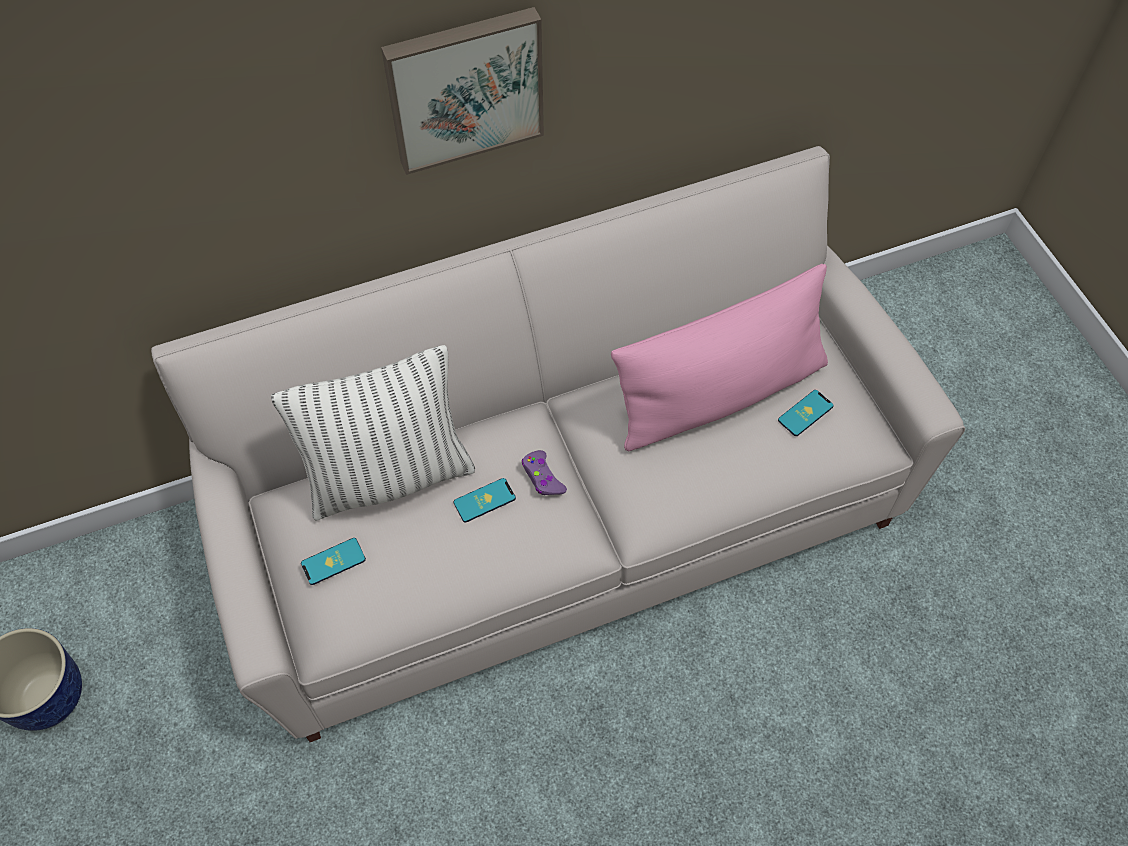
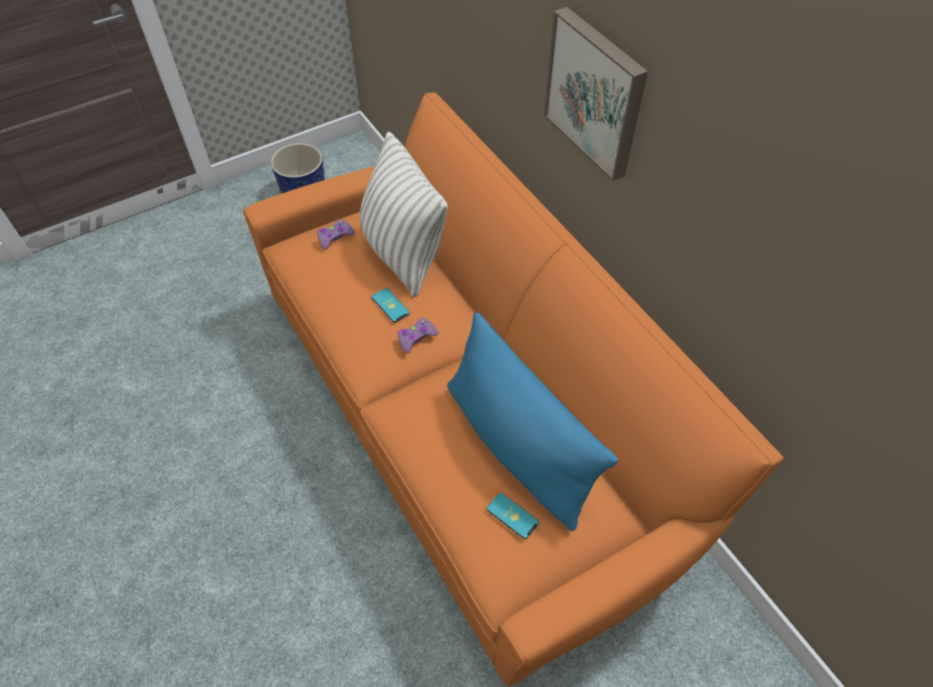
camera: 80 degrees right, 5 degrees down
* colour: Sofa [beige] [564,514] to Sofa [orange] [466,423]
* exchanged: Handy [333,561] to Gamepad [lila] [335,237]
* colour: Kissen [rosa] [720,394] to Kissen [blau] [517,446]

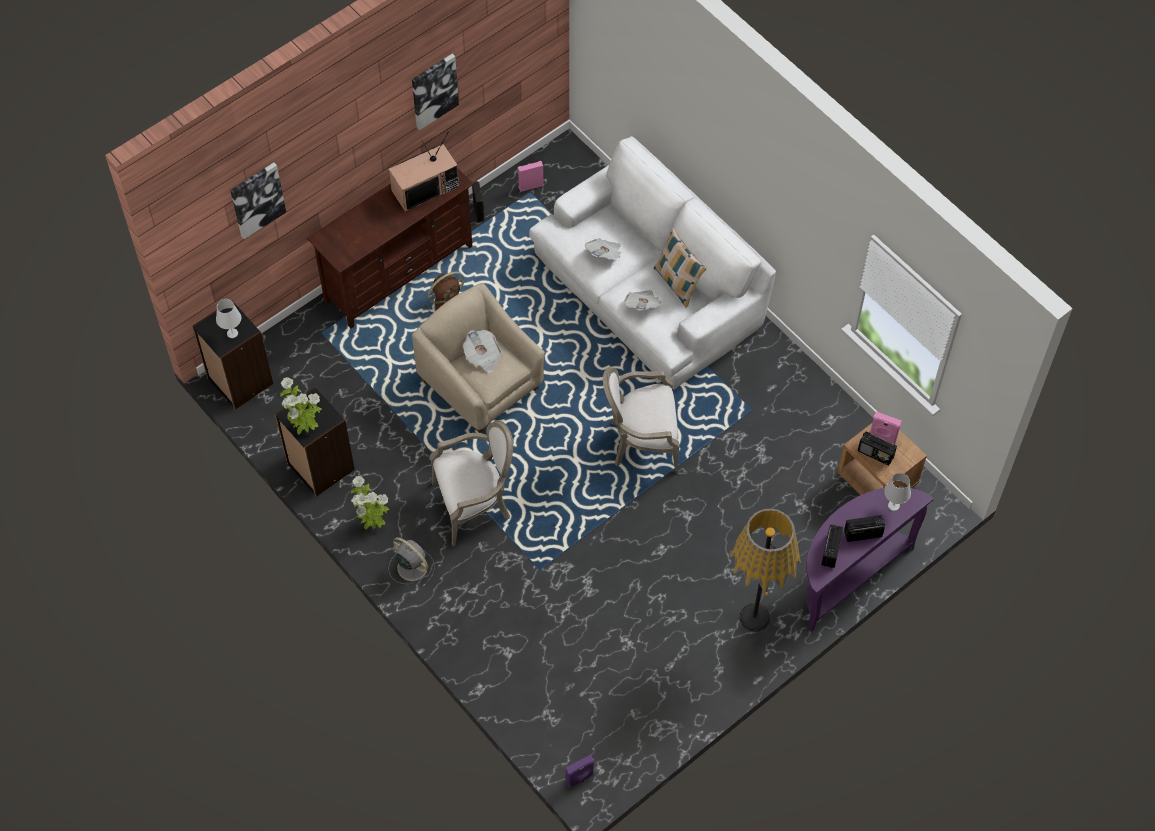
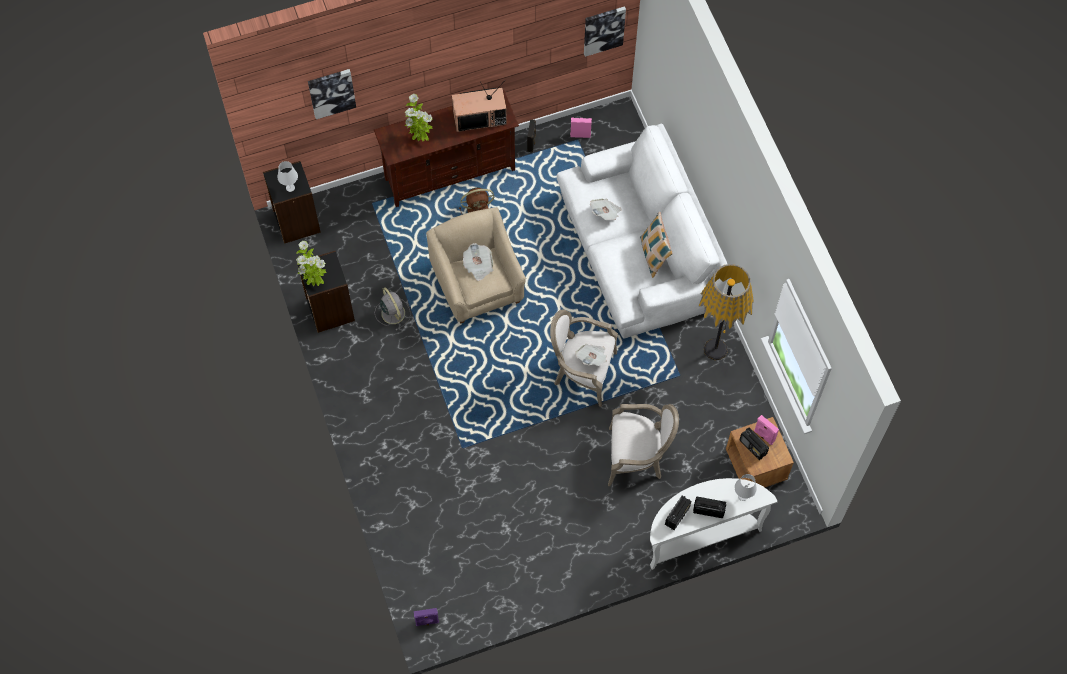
camera: 20 degrees right, 5 degrees up
* relocated: Topfpflanze [372,524] to [420,138]
* relocated: Ventilator [grau] [411,566] to [392,312]
* relocated: Bild [434,90] to [603,30]
* relocated: Sessel [475,504] to [637,457]
* relocated: Zeitung [642,305] to [592,358]
* relocated: Stehlampe [755,617] to [715,349]
* colour: Konsolentisch [lila] [848,574] to Konsolentisch [weiß] [700,534]

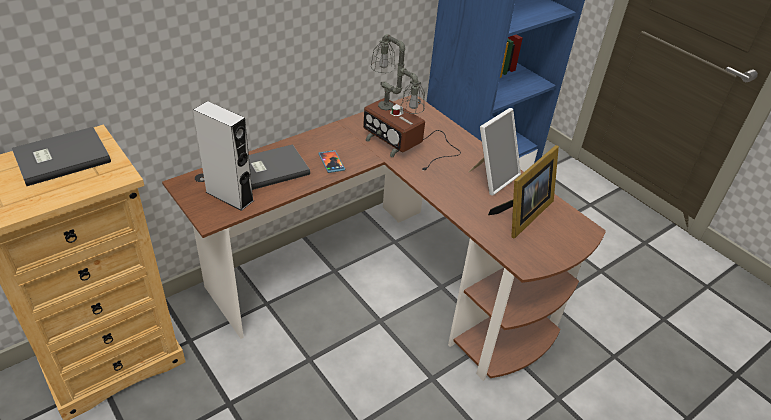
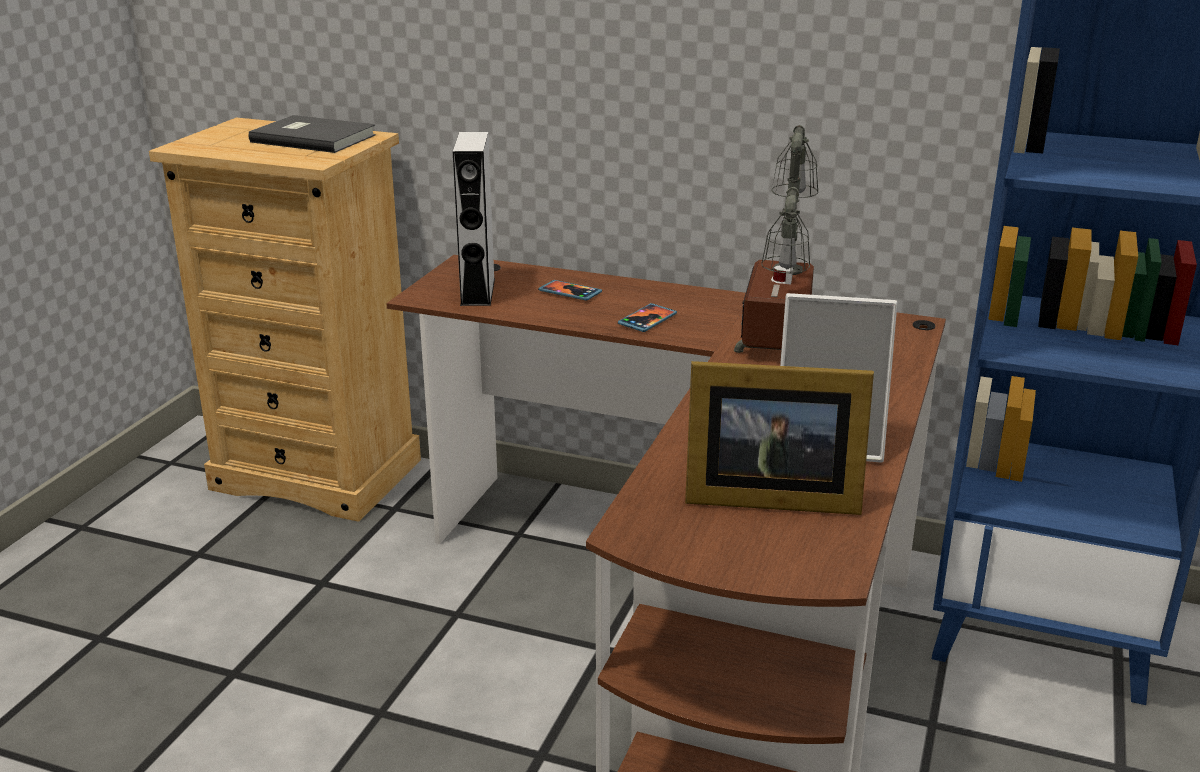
camera: 60 degrees right, 15 degrees down
* exchanged: Buch [grau] [270,168] to Handy [570,292]

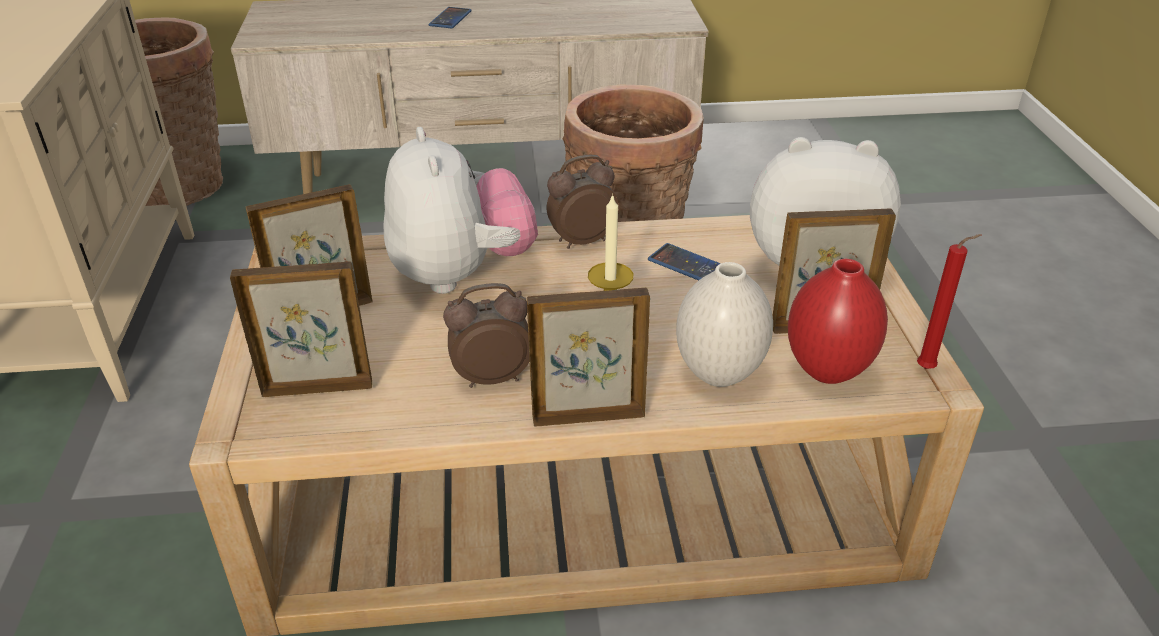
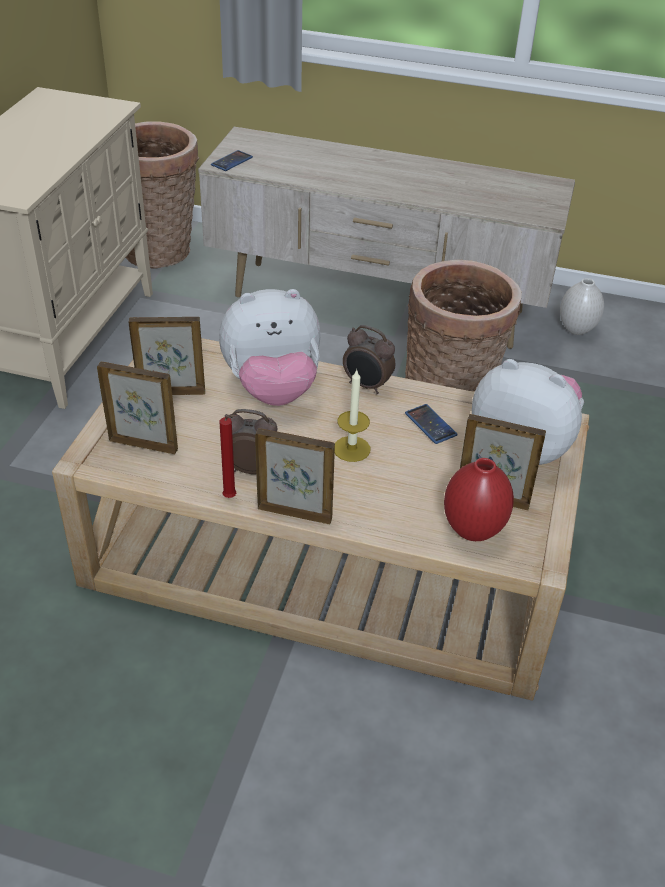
camera: 20 degrees right, 5 degrees up
* spun: Plüschtier [461,274] = [272,389] 75 degrees clockwise
* relocated: Handy [450,18] to [231,161]
* spun: Wecker [581,241] = [367,386] 150 degrees counterclockwise
* relocated: Vase [weiß] [717,373] to [576,329]
* relocated: Kerze [rot] [929,369] to [231,498]

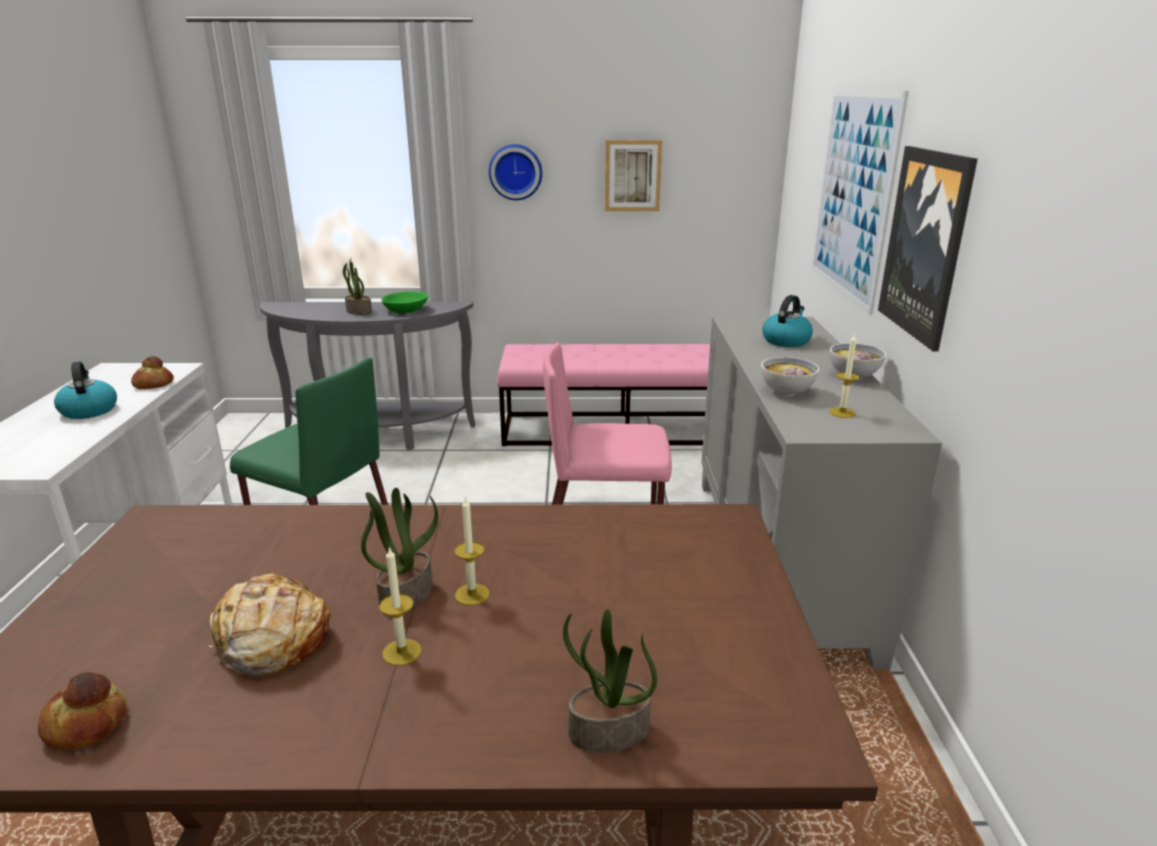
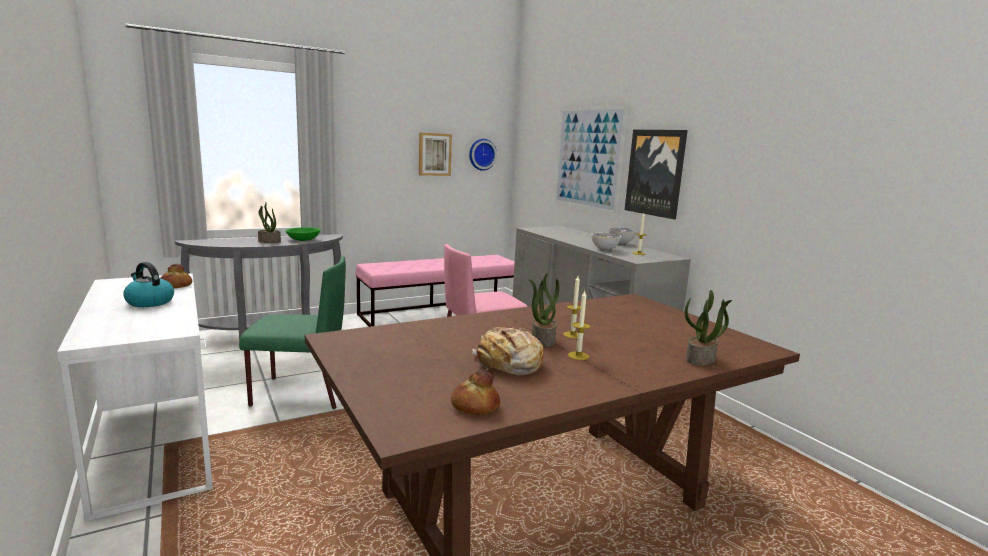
camera: 30 degrees left, 10 degrees down
* relocated: Wanduhr [515,172] to [481,154]
* missing: Wasserkessel [786,340]

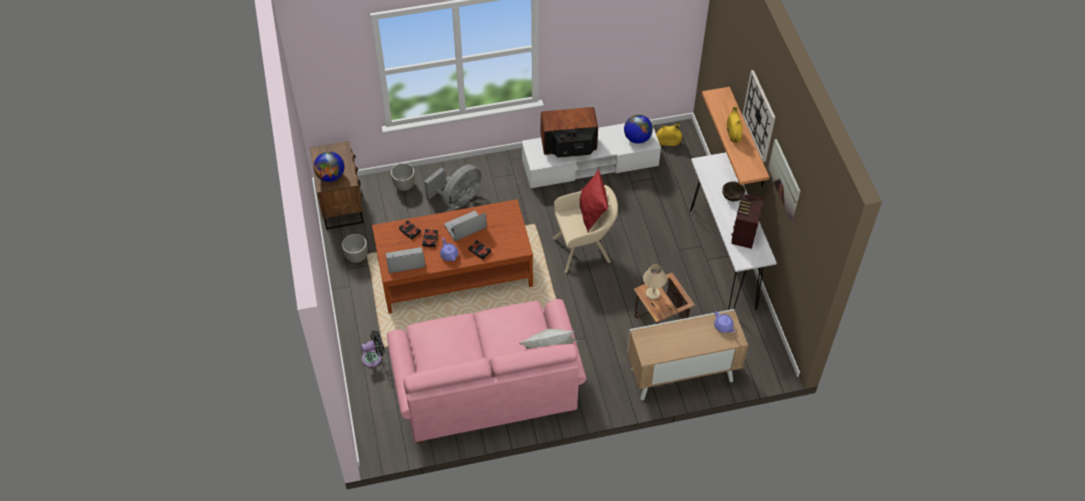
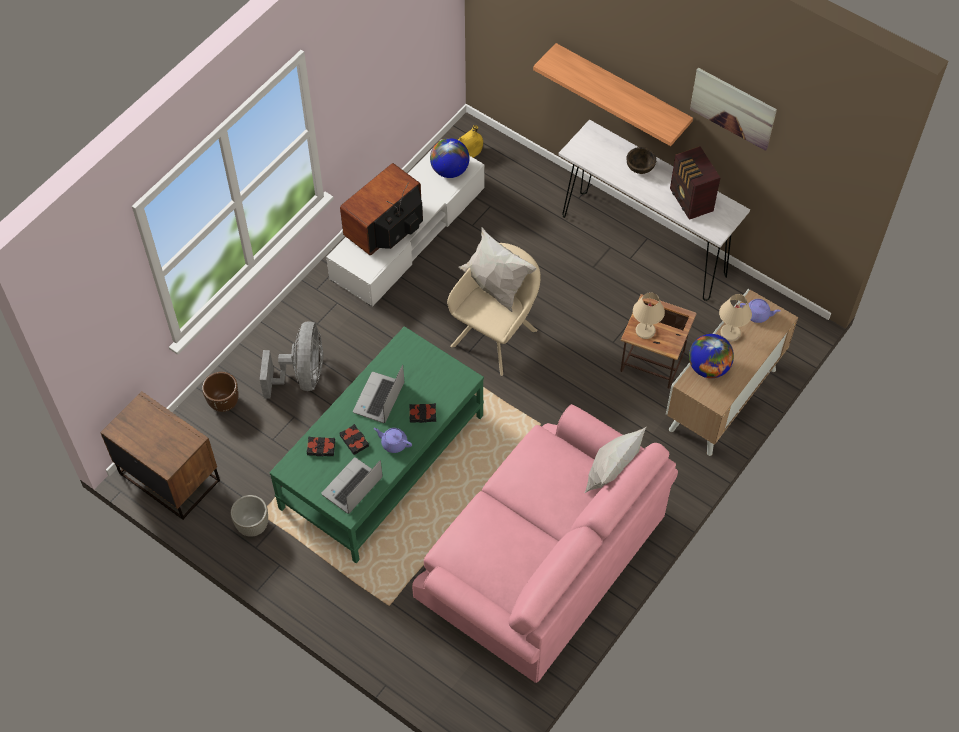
camera: 40 degrees left, 5 degrees up
* relocated: Globus [331,176] to [708,367]
* missing: Ventilator [schwarz] [374,358]
* colour: Couchtisch [braun] [454,272] to Couchtisch [grün] [382,462]
* colour: Pflanzkübel [grau] [404,186] to Pflanzkübel [braun] [224,402]
* colour: Kissen [rot] [591,214] to Kissen [weiß] [495,288]
* missing: Vase [gelb] [733,134]
* missing: Wanduhr [759,116]
* appeared: Tischlampe [beige] [730,333]

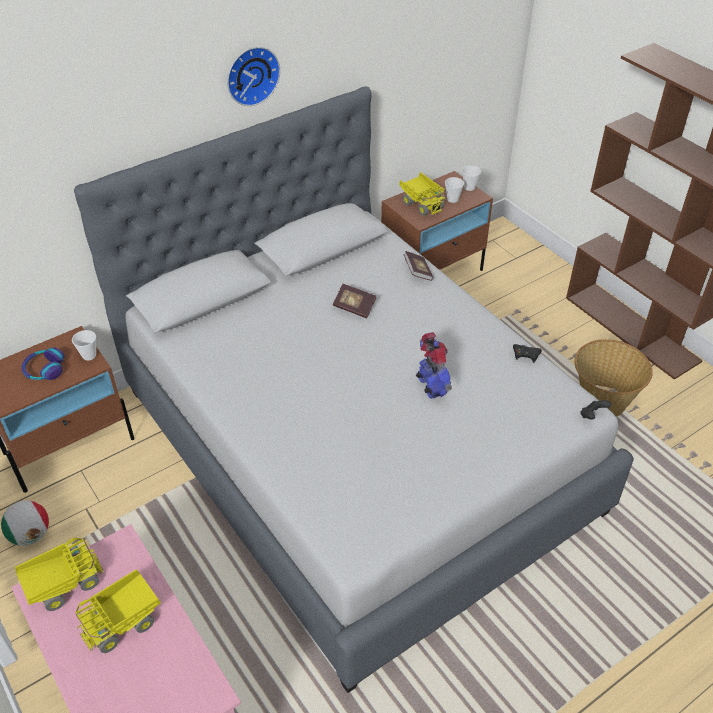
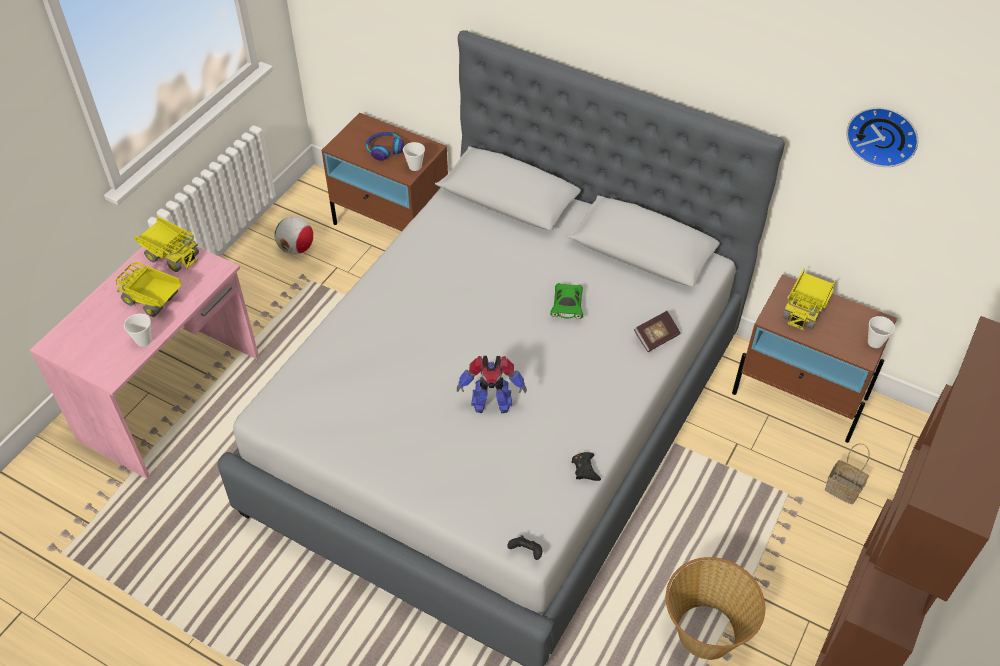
camera: 65 degrees right, 5 degrees up
* relocated: Wanduhr [251,74] to [883,134]
* exchanged: Buch [354,307] to Spielzeugauto [grün] [567,306]
* spun: Spielzeugroboter [431,387] = [491,403] 45 degrees clockwise
* relocated: Tasse [452,199] to [143,340]
* appeared: Korb [841,489]

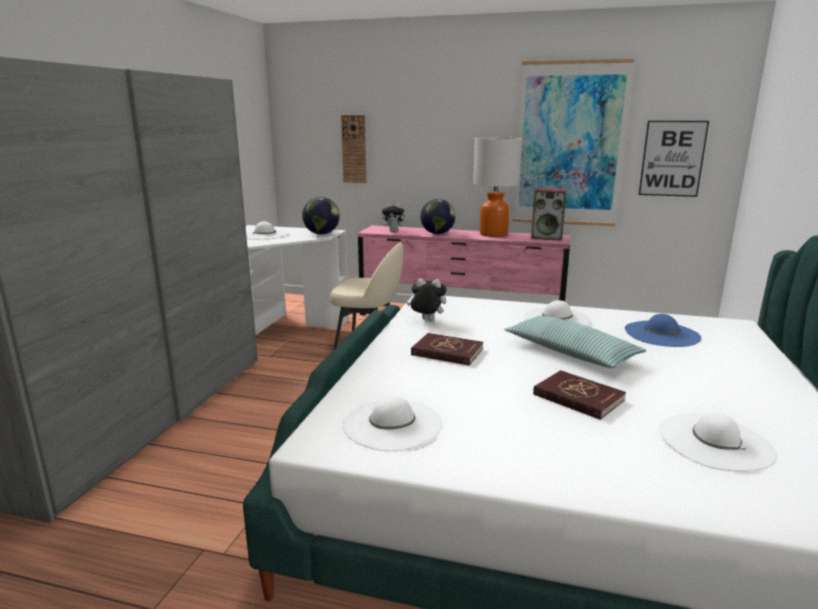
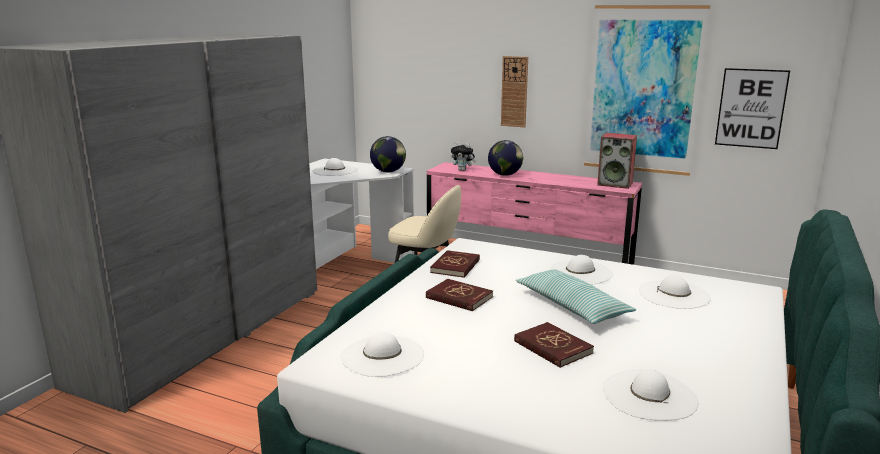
camera: 10 degrees right, 0 degrees up
* relocated: Wanduhr [354,149] to [514,91]
* exchanged: Plüschtier [426,321] to Buch [rot] [455,266]
* missing: Tischlampe [493,234]
* colour: Hut [blau] [661,333] to Hut [weiß] [674,294]

